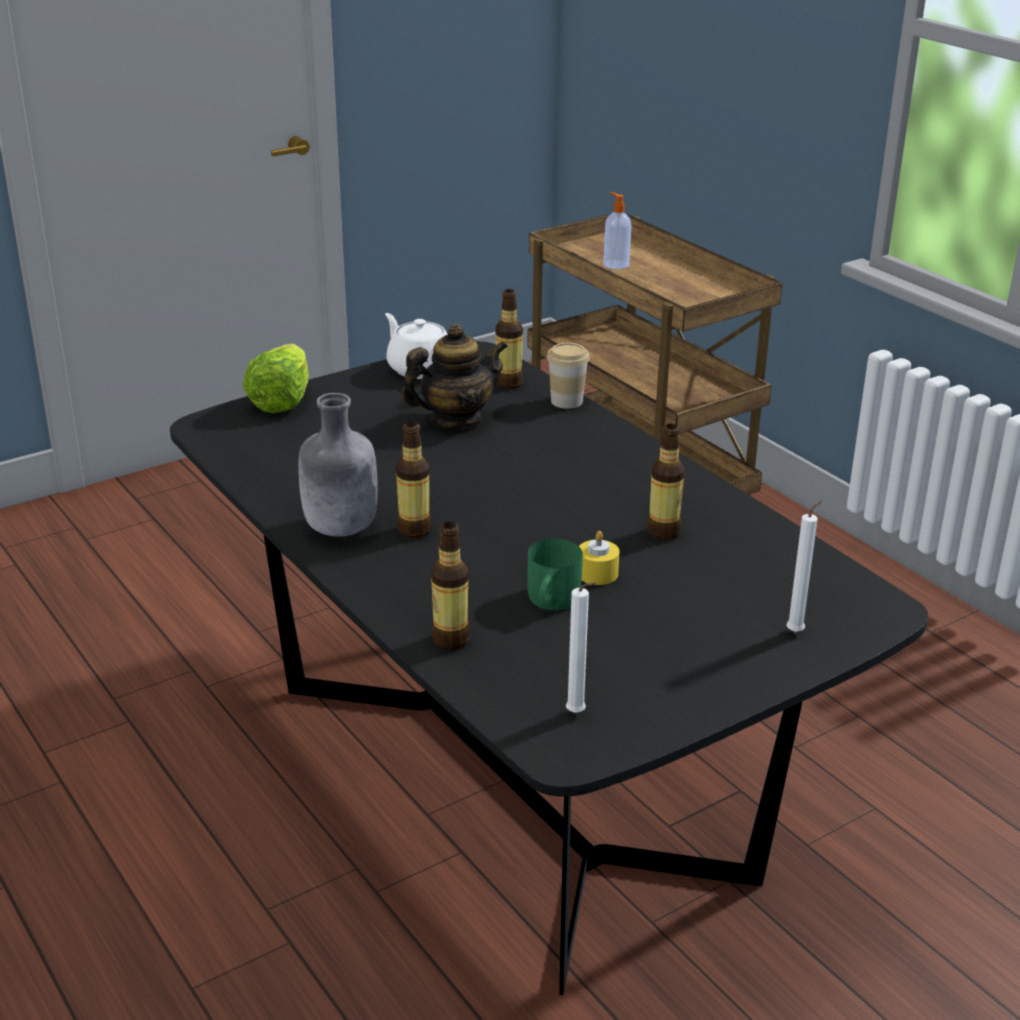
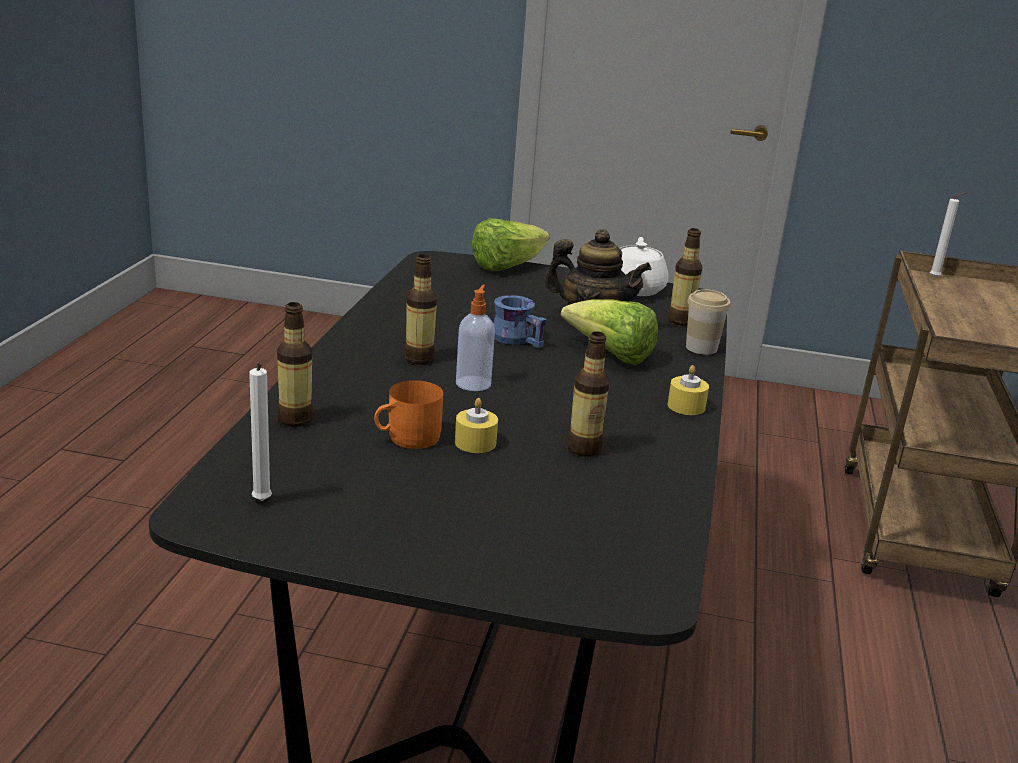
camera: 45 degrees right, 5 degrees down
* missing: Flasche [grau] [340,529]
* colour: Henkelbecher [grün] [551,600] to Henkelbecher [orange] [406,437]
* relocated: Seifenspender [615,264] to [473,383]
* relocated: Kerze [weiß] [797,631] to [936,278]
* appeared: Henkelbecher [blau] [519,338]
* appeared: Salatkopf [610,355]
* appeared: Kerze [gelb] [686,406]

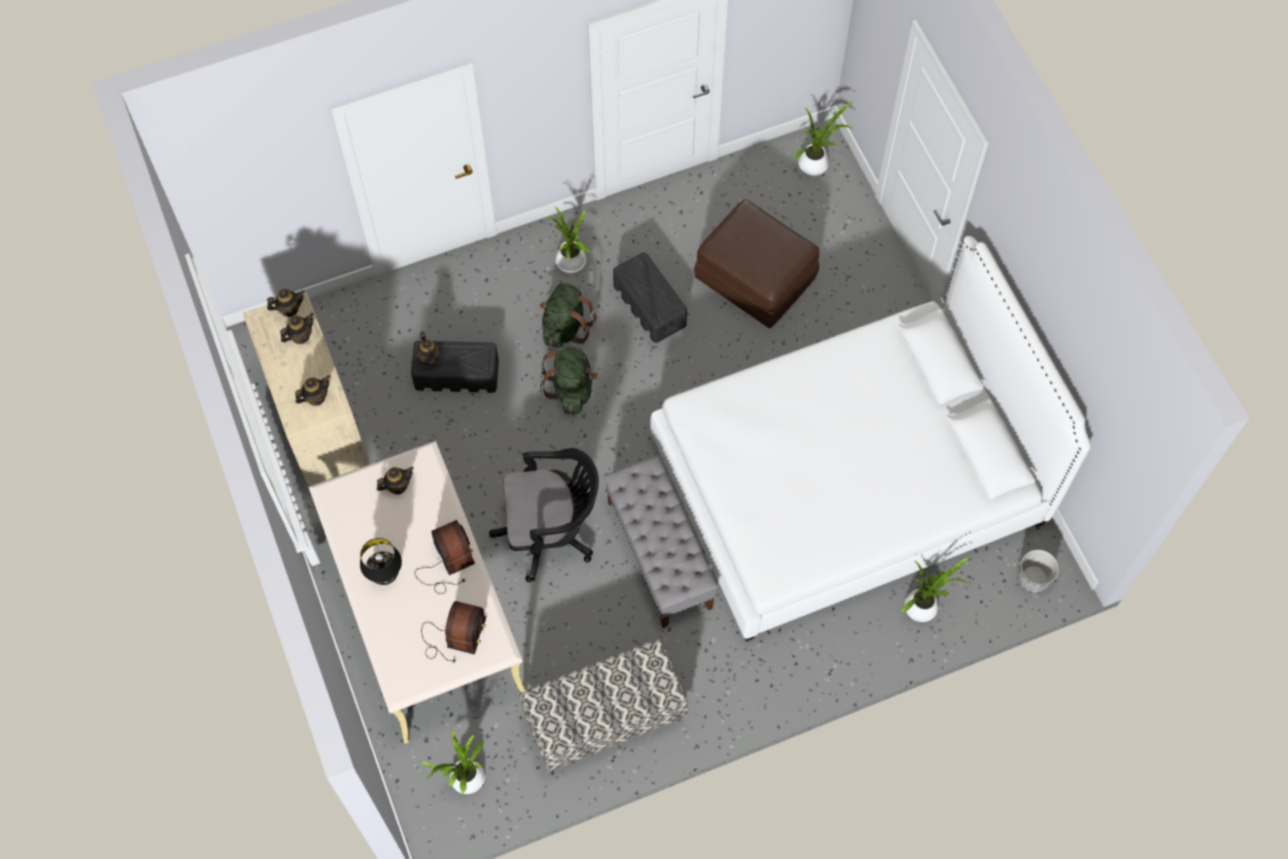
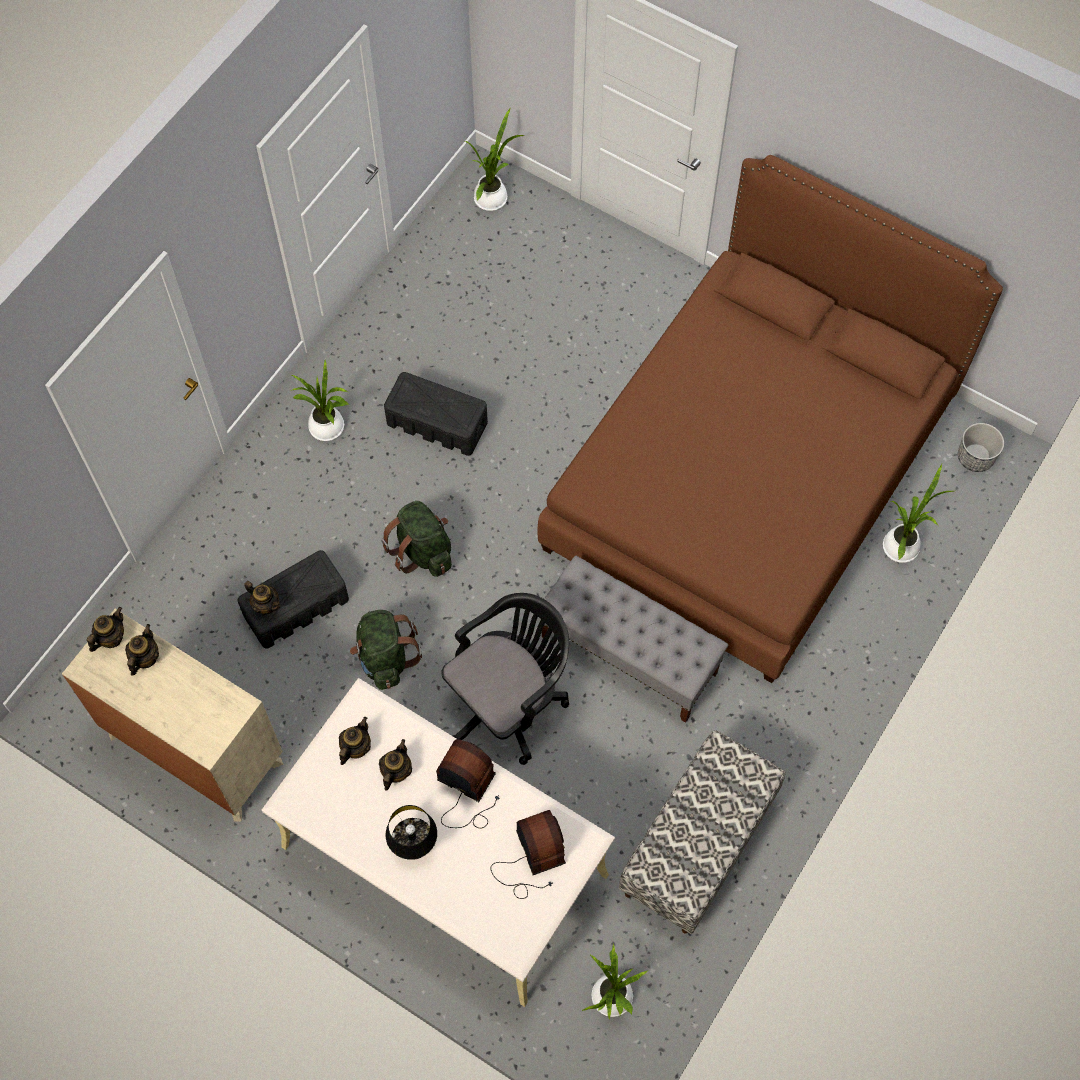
camera: 35 degrees left, 0 degrees up
* relocated: Teekanne [316,397] to [396,772]
* relocated: Rucksack [grün] [565,327] to [385,658]
* colour: Bett [weiß] [848,481] to Bett [braun] [749,473]
* missing: Polsterhocker [braun] [756,278]

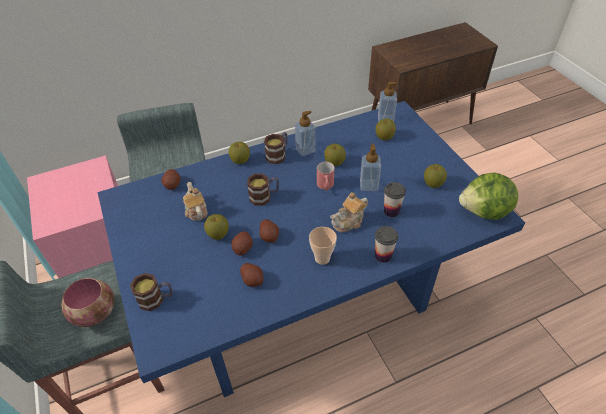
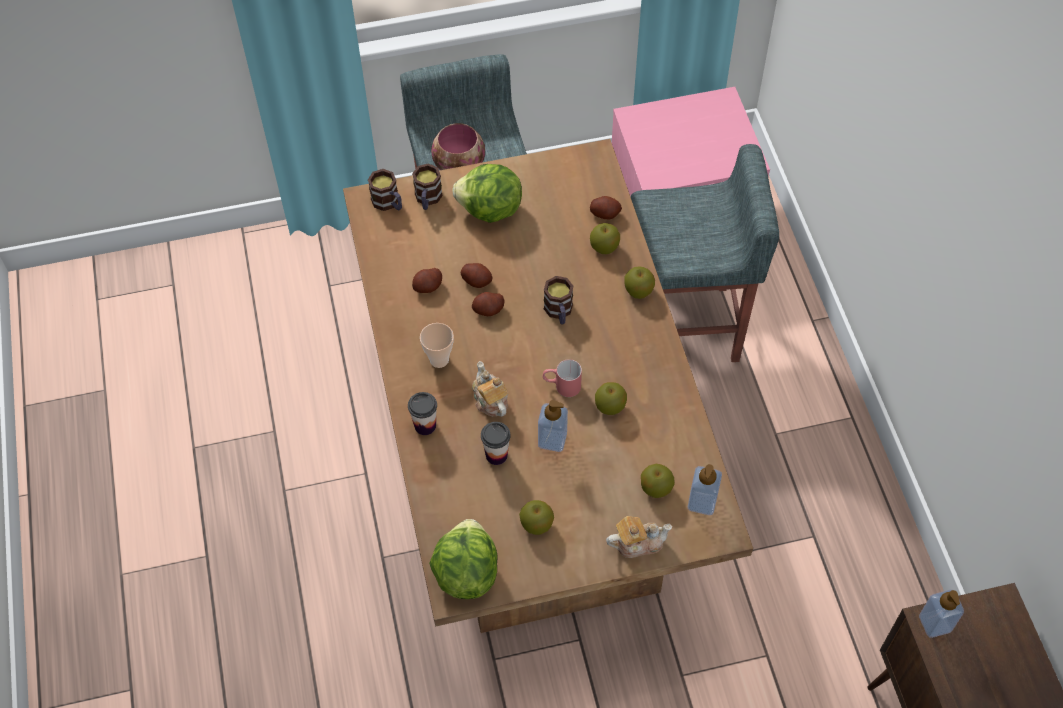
camera: 100 degrees right, 10 degrees up
* colour: Esstisch [blau] [305,303] to Esstisch [braun] [530,467]
* relocated: Teekanne [196,210] to [637,543]
* relocated: Apfel [218,234] to [604,247]
* relocated: Henkelbecher [278,155] to [389,203]
* relocated: Seifenspender [305,150] to [935,623]
* appeared: Salatkopf [490,210]

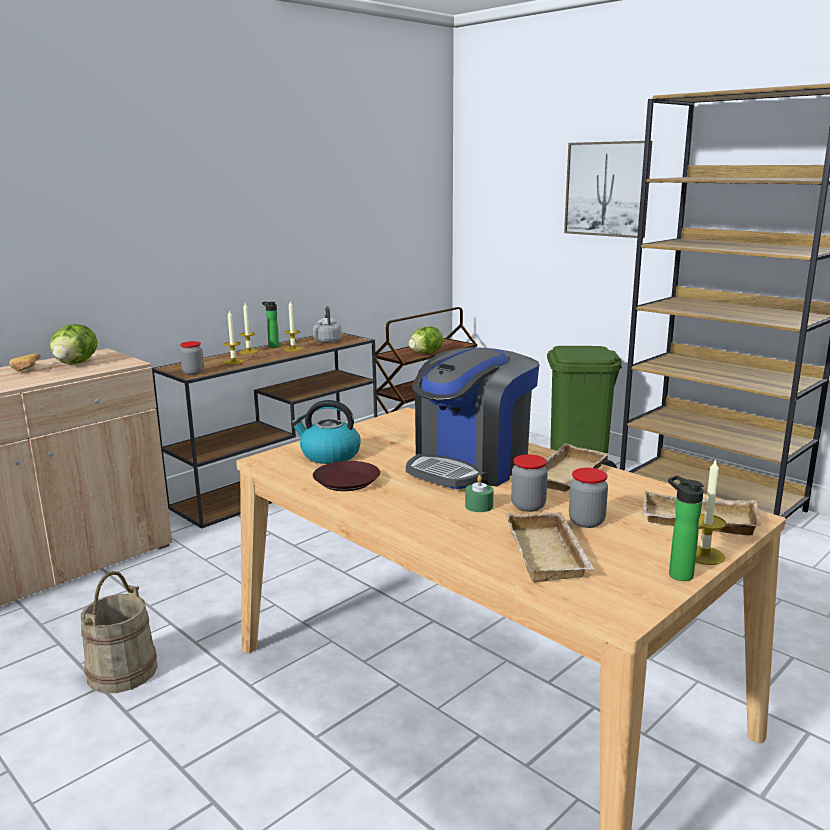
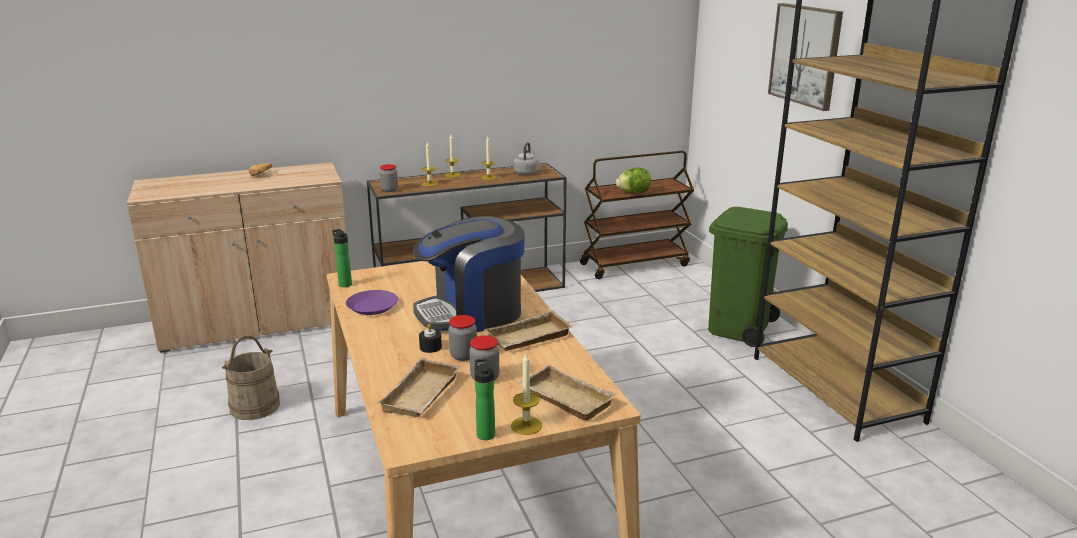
camera: 25 degrees right, 5 degrees up
* missing: Salatkopf [75,363]
* relocated: Flasche [272,346] to [344,284]
* missing: Wasserkessel [329,455]
* colour: Teller [braun] [346,481] to Teller [lila] [372,306]
* colour: Kerze [grün] [479,506] to Kerze [schwarz] [430,347]

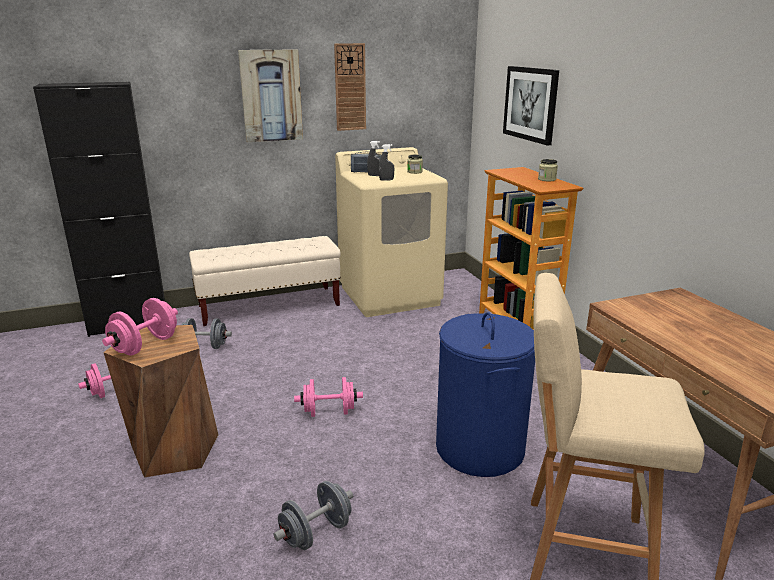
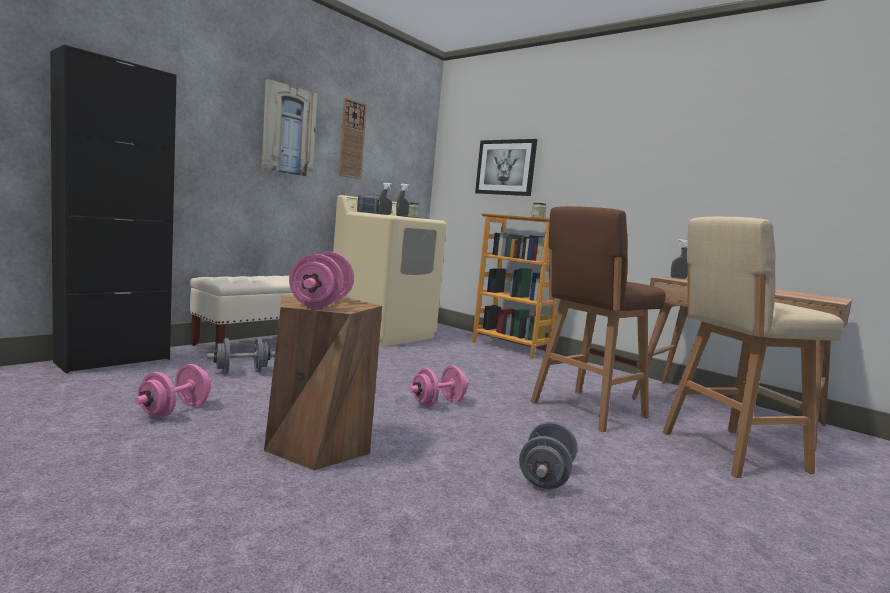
camera: 30 degrees left, 15 degrees down
* exchanged: Wäschekorb [blau] [479,448] to Hocker [braun] [585,410]
* appeared: Sprühflasche [grau] [678,278]

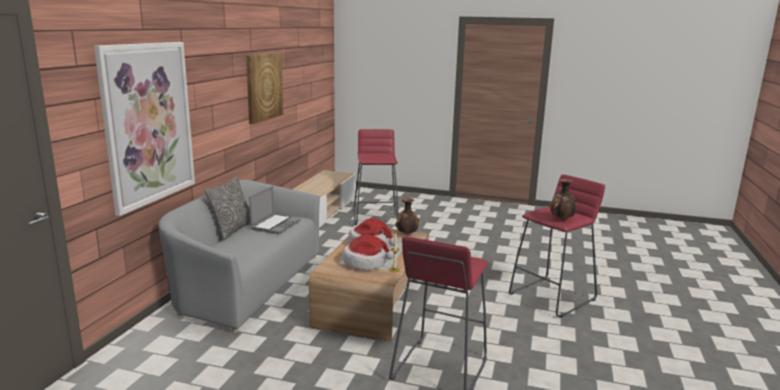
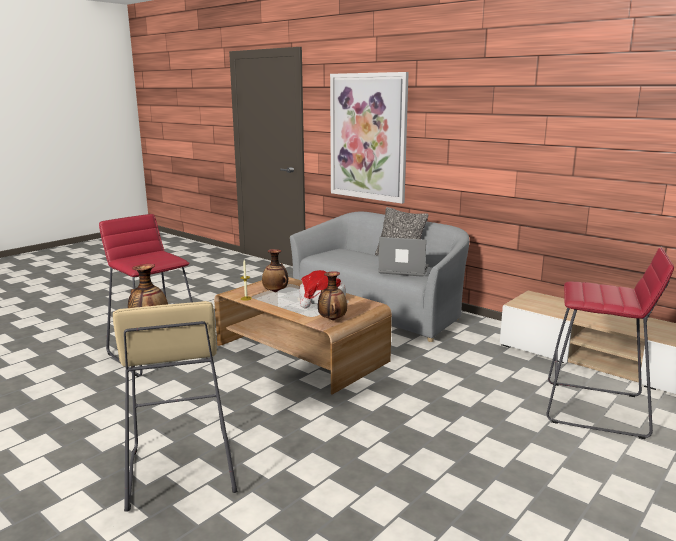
camera: 115 degrees right, 0 degrees up
* missing: Bild [264,87]
* spun: Laptop [275,225] = [403,270] 150 degrees clockwise
* exchanged: Hut [366,262] to Vase [276,291]
* colour: Hocker [rot] [552,297] to Hocker [beige] [180,471]

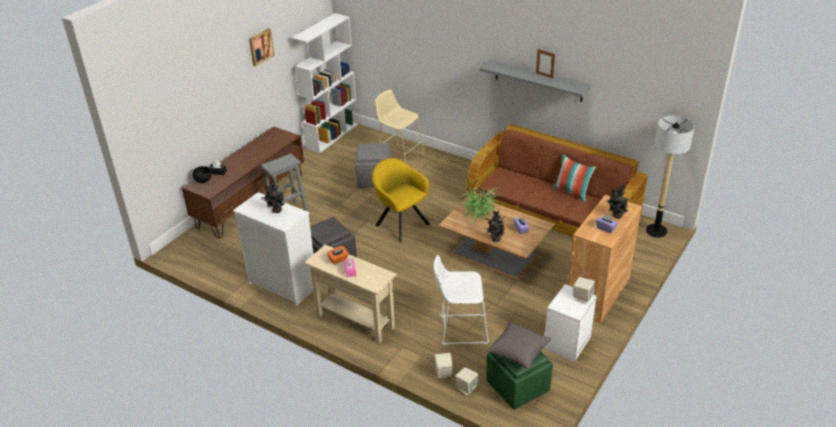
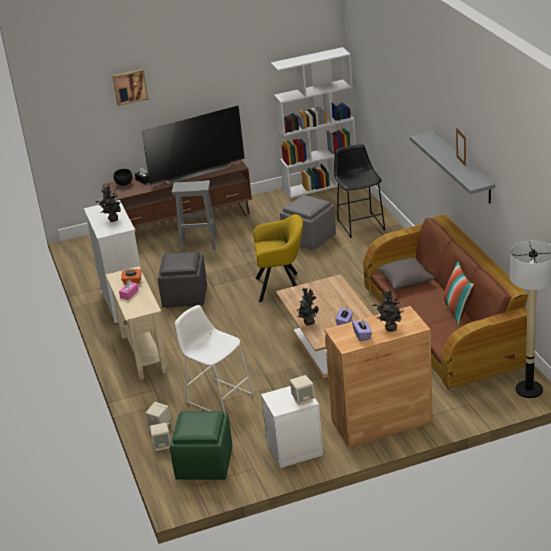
camera: 40 degrees right, 5 degrees down
* relocated: Bild [260,46] to [130,86]
* spun: Sessel [gelb] [400,223] = [282,287] 90 degrees clockwise
* colour: Hocker [beige] [399,155] to Hocker [schwarz] [360,223]
* missing: Topfpflanze [479,212]
* relocated: Kissen [grau] [518,352] to [405,281]
* appeared: Fernseher [196,172]

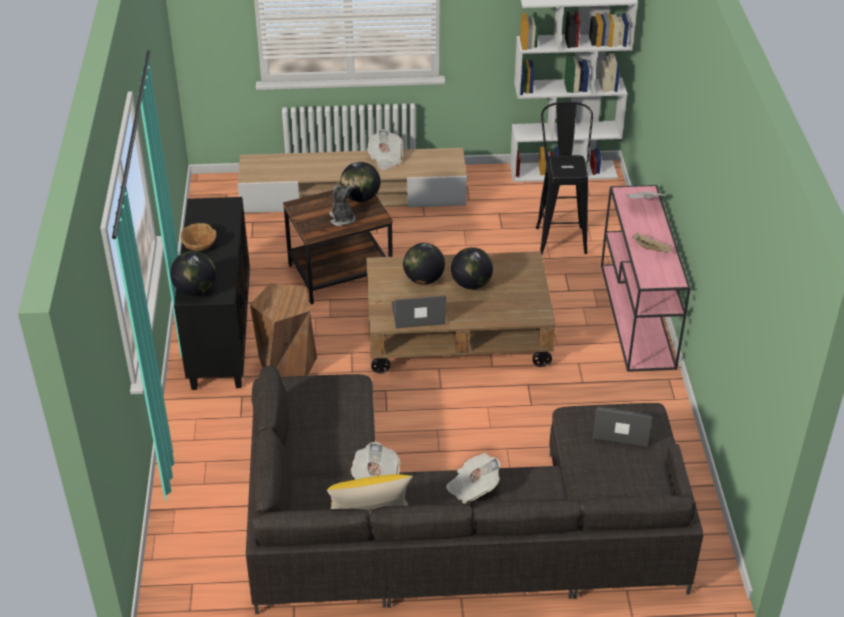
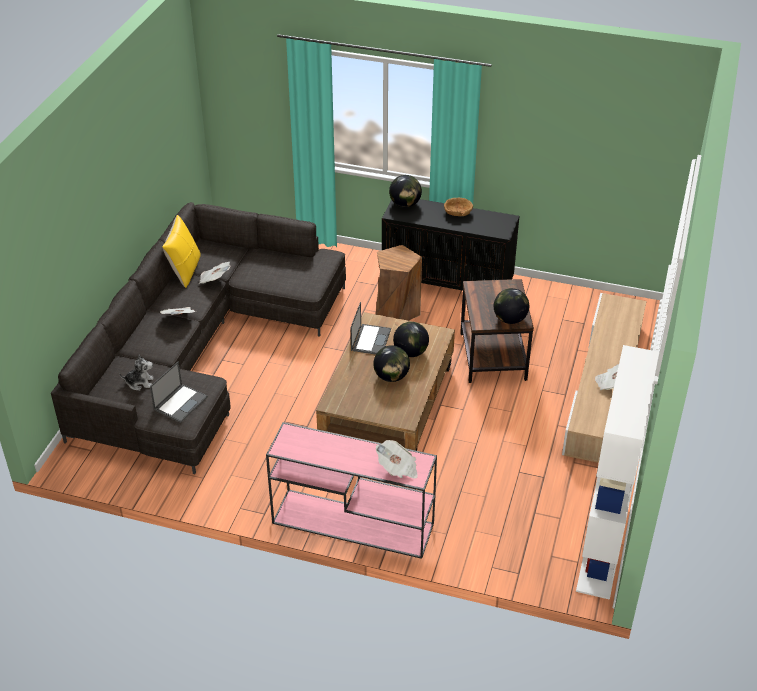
camera: 110 degrees right, 0 degrees up
* relocated: Plüschtier [342,219] to [140,383]
* missing: Hocker [schwarz] [560,234]
* missing: Tablett [beige] [651,249]

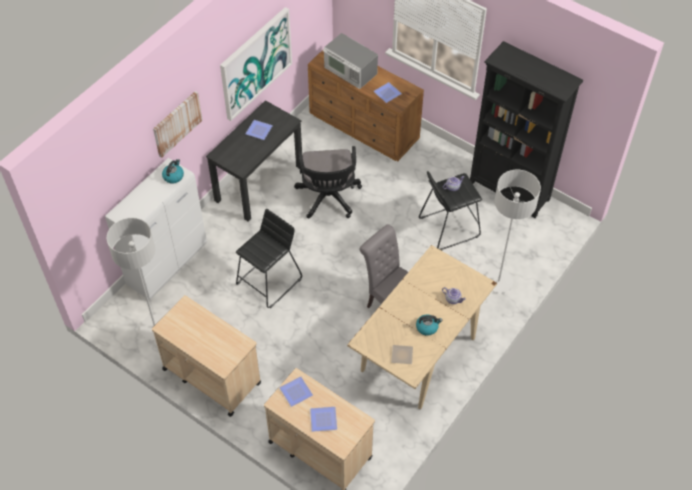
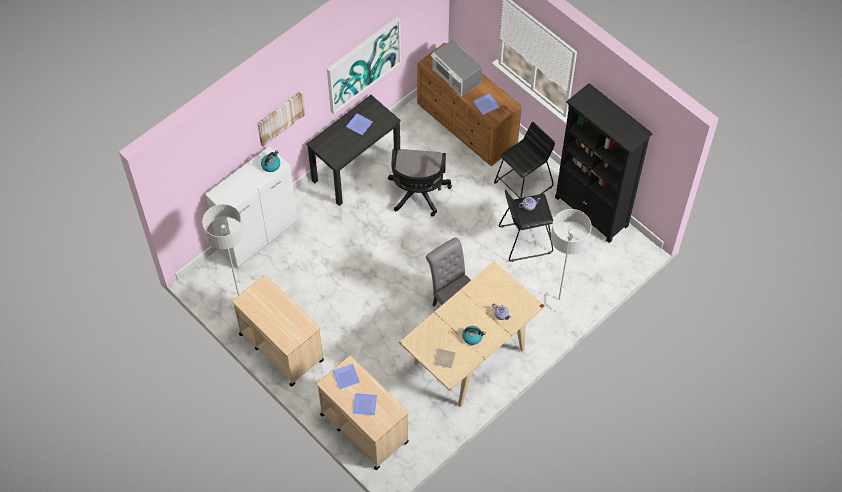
camera: 10 degrees right, 5 degrees up
* relocated: Hocker [schwarz] [269,281] to [523,185]

